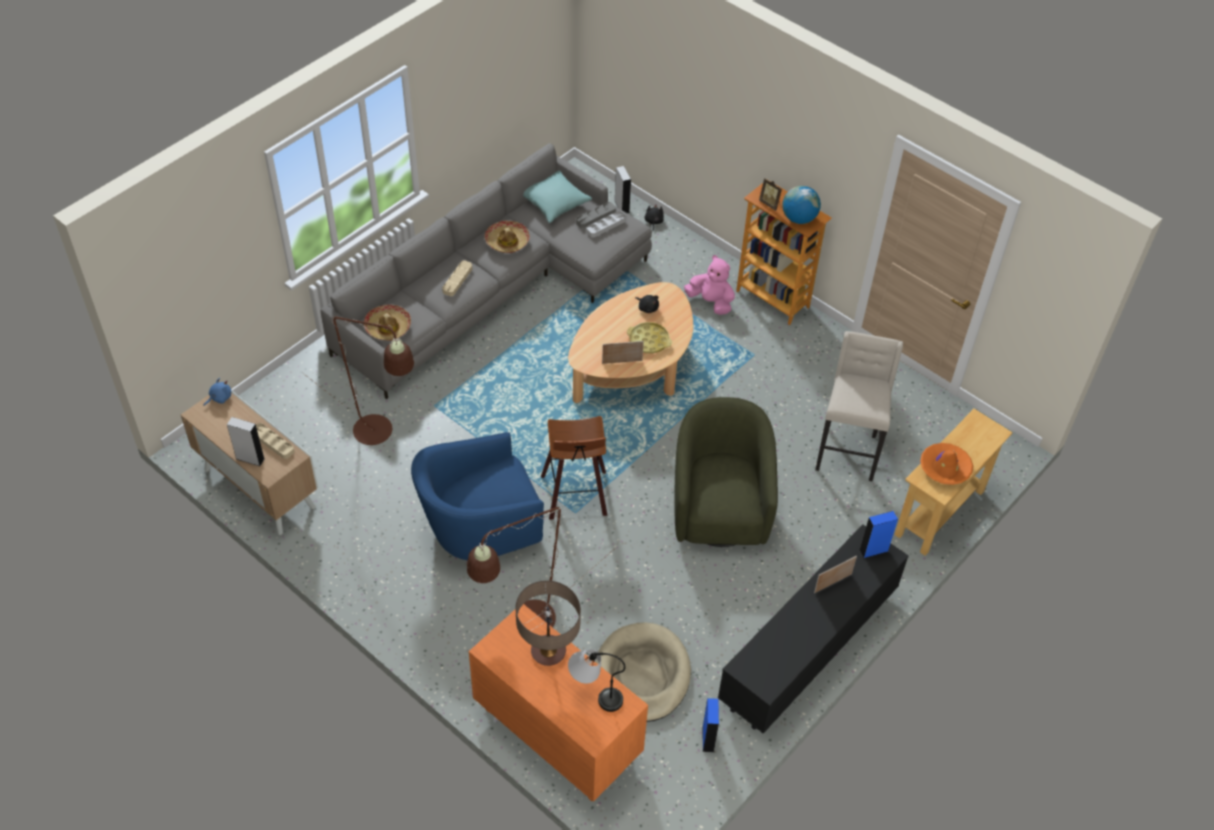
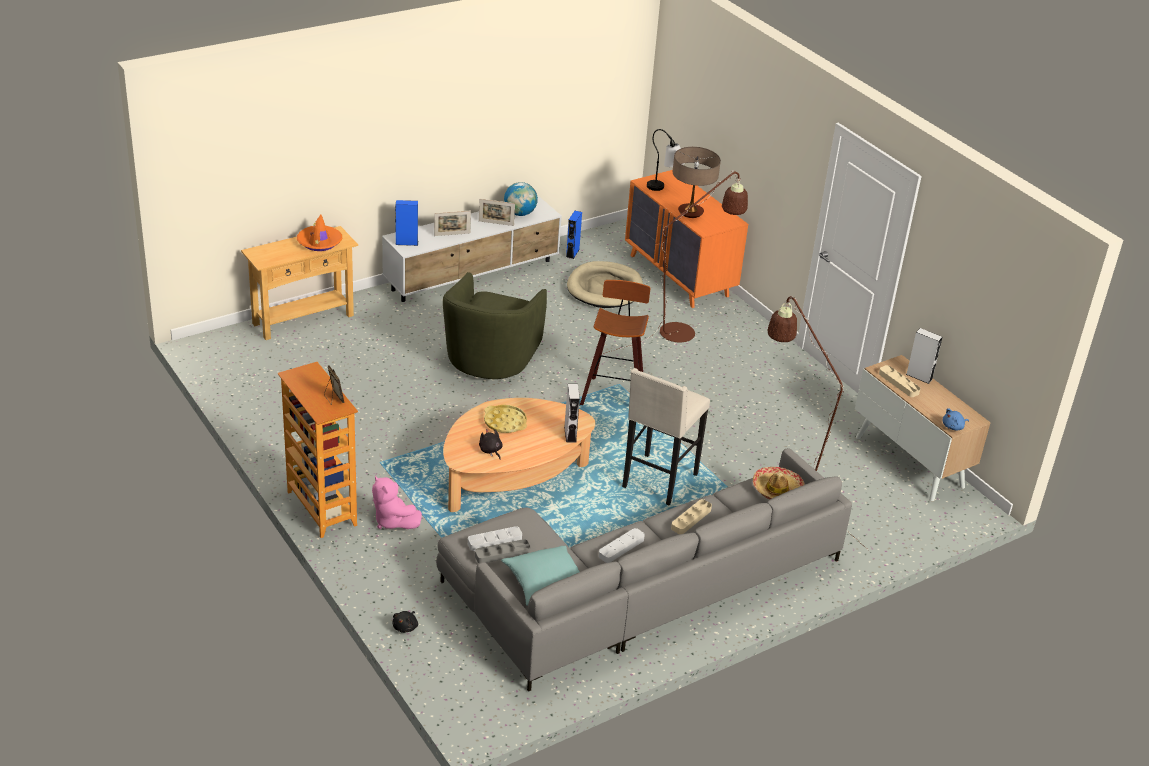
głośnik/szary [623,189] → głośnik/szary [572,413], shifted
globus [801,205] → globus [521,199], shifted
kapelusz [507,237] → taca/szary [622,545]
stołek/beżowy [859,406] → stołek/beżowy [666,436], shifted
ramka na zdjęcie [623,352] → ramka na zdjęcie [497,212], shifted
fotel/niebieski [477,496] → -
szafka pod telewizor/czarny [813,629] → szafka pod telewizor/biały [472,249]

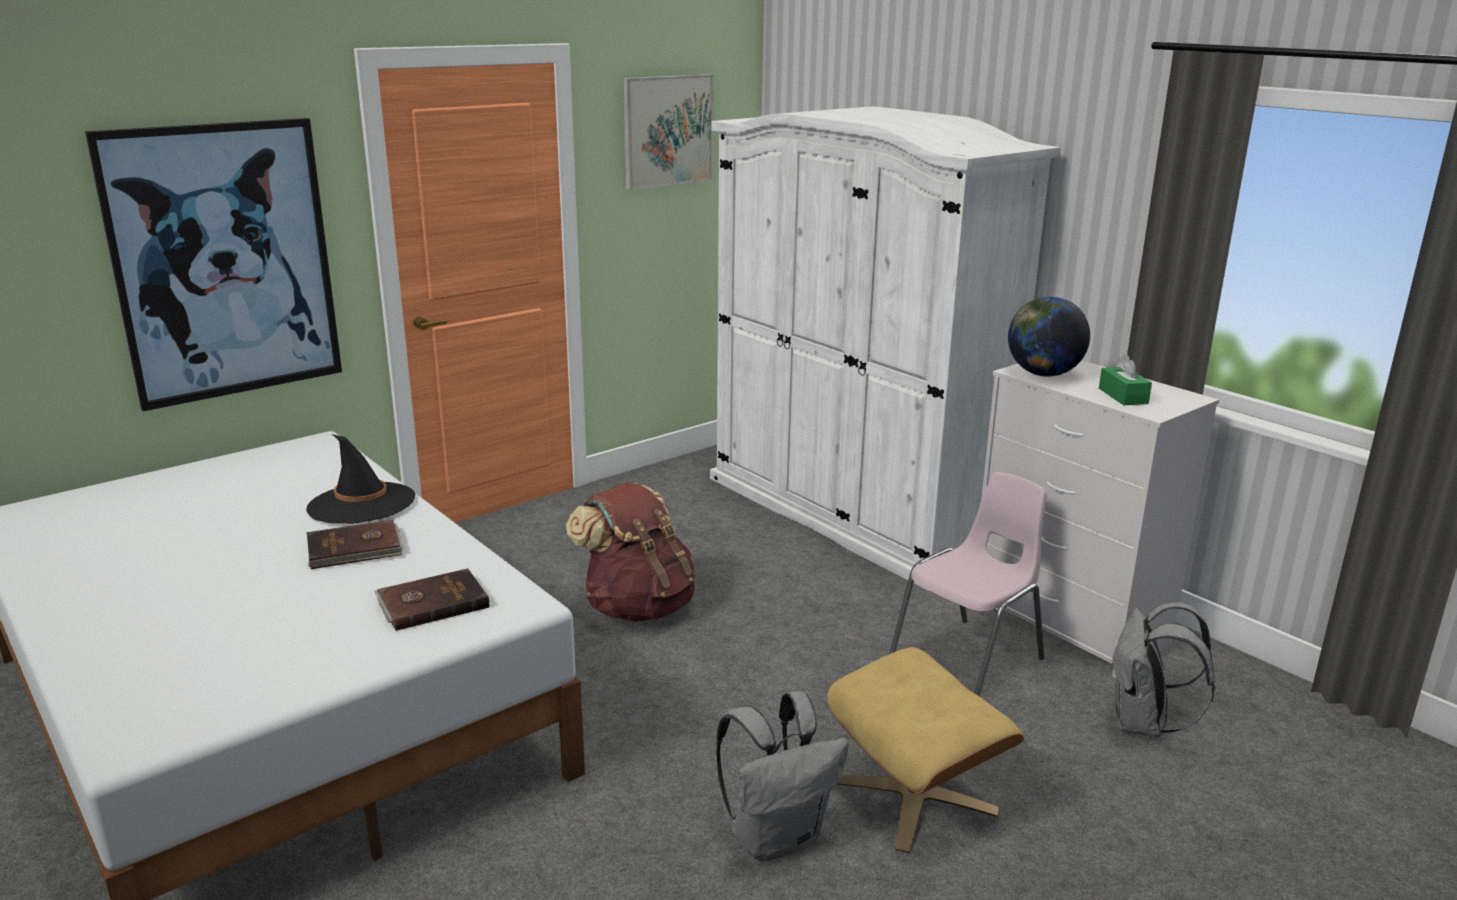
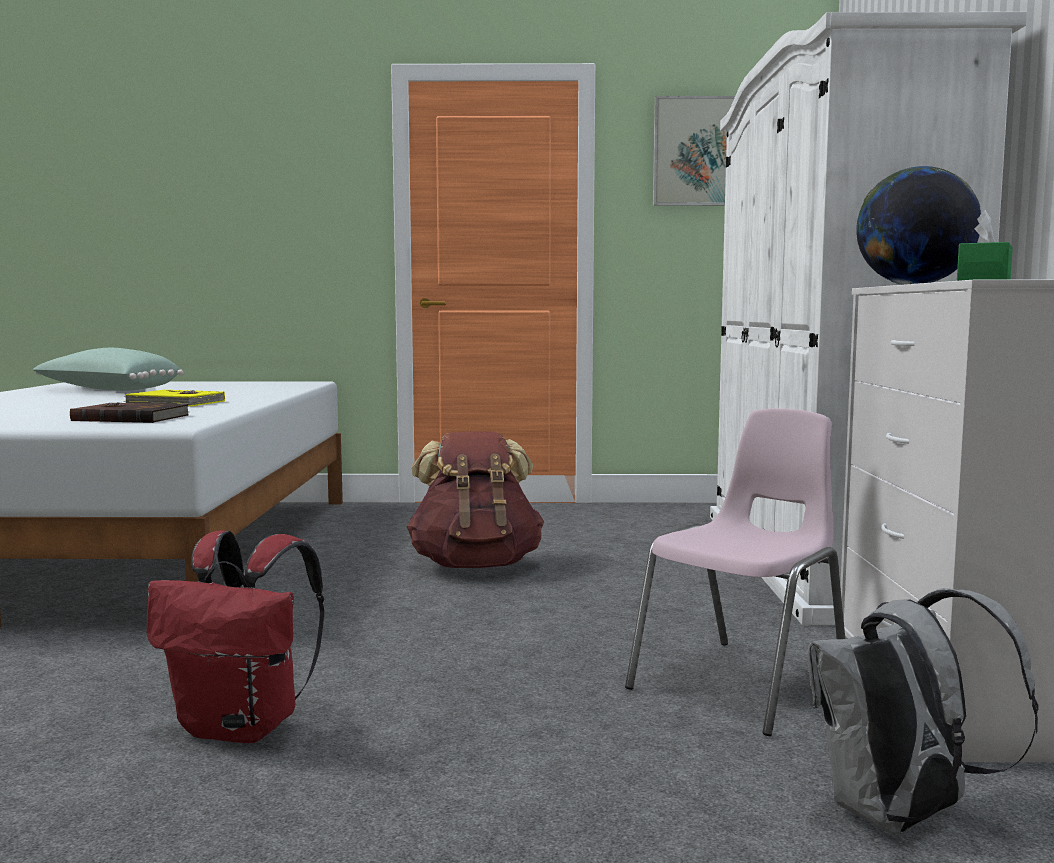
obraz [213,264] → -
kapelusz/czarny [360,479] → -
krzesło/różowy [968,584] → krzesło/różowy [735,572], 45 degrees counterclockwise
książka/brązowy [355,544] → książka/żółty [174,398]
pufa/beżowy [925,750] → -
plecak/szary [782,776] → plecak/czerwony [235,636]
- → poduszka/zielony [108,369]

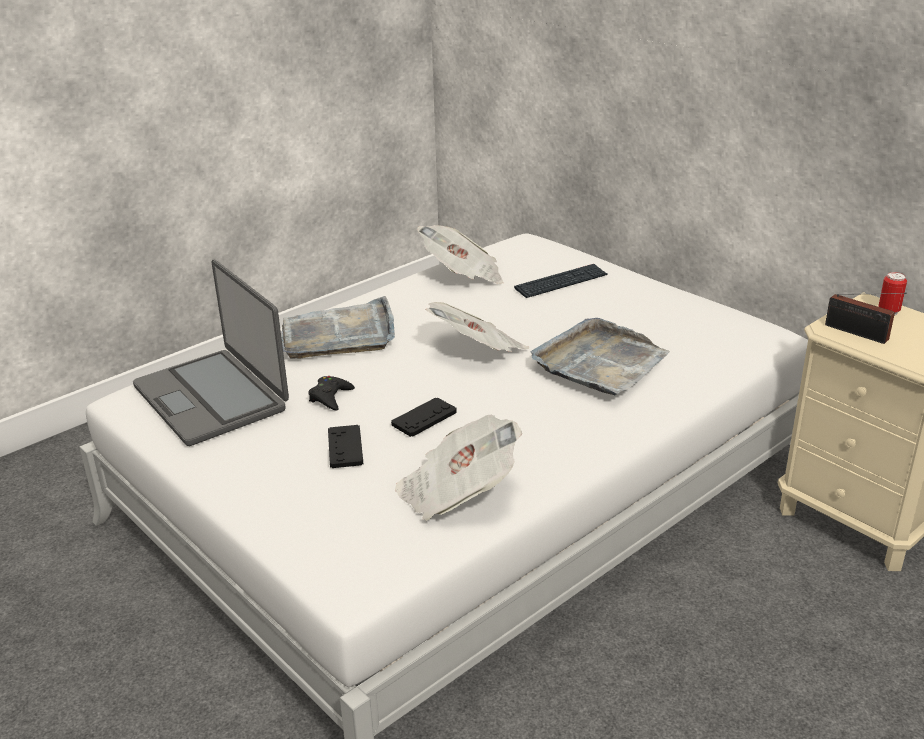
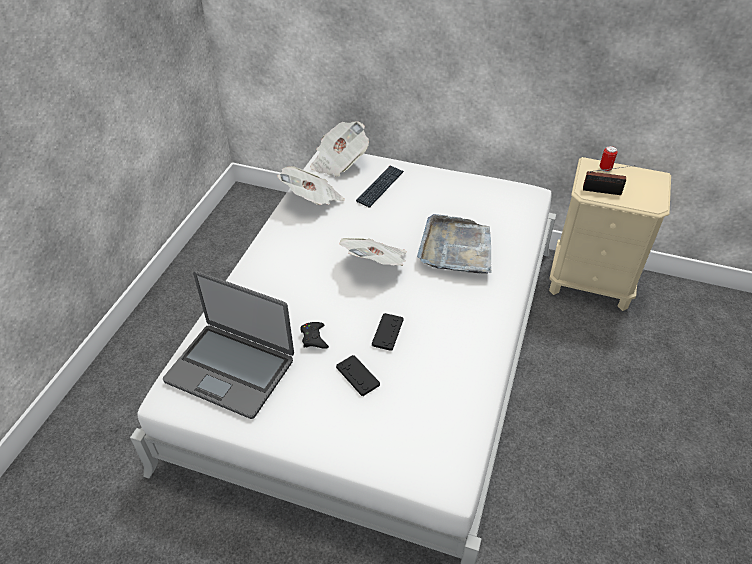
taca/szary [338,327] → -
gazeta [458,467] → gazeta [339,149], shifted

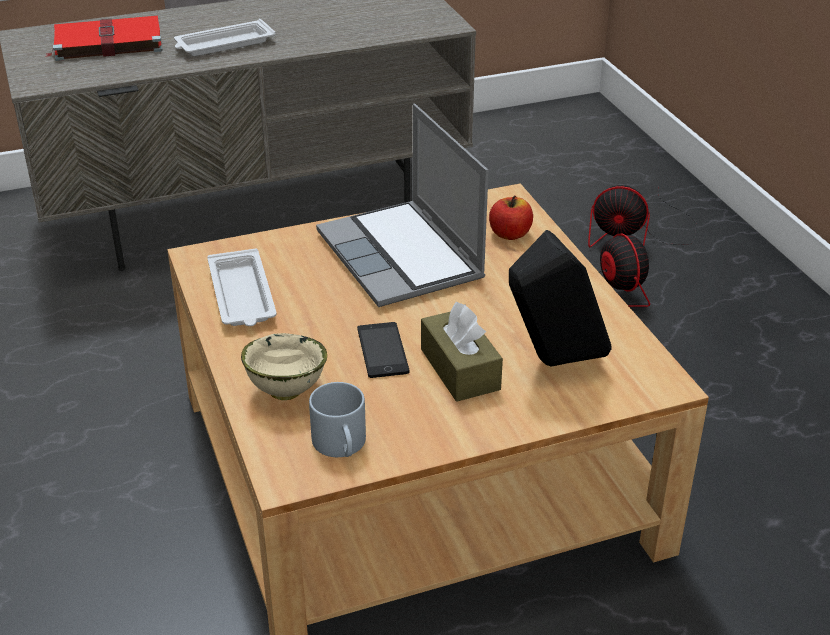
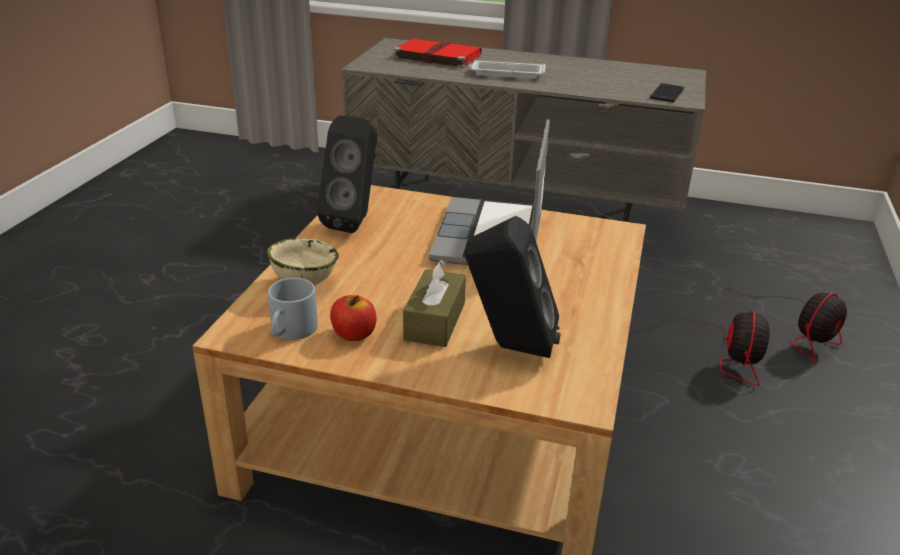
wentylator [642,216] → wentylator [787,325], 90 degrees counterclockwise
jabłko [511,217] → jabłko [353,318], shifted
taca/biały [241,287] → głośnik/czarny [347,174]
telefon [383,350] → telefon [667,92], shifted

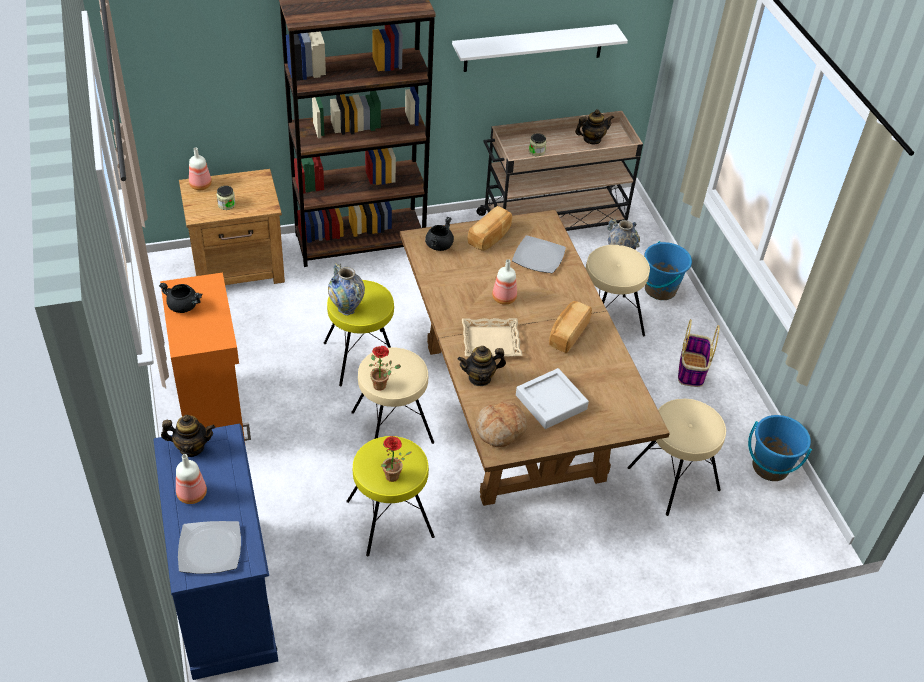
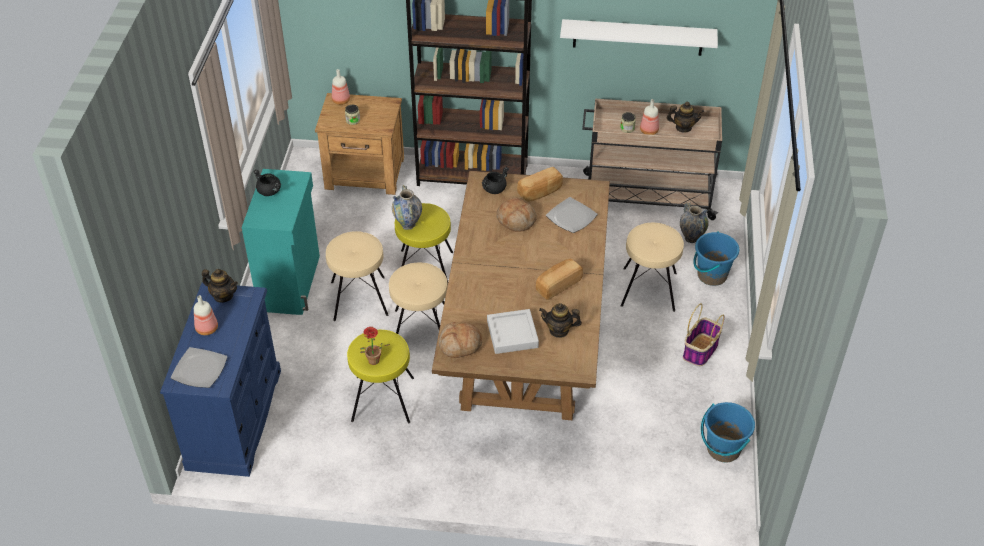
butelka [504,282] → butelka [649,117], shifted
szafka/pomarańczowy [205,356] → szafka/turkusowy [281,242]
taca/beżowy [492,337] → -
roślina doniczkowa [385,368] → -
imbryk [482,366] → imbryk [560,320], shifted
stołek/beżowy [677,457] → stołek/beżowy [357,276], shifted
- → chleb [516,214]

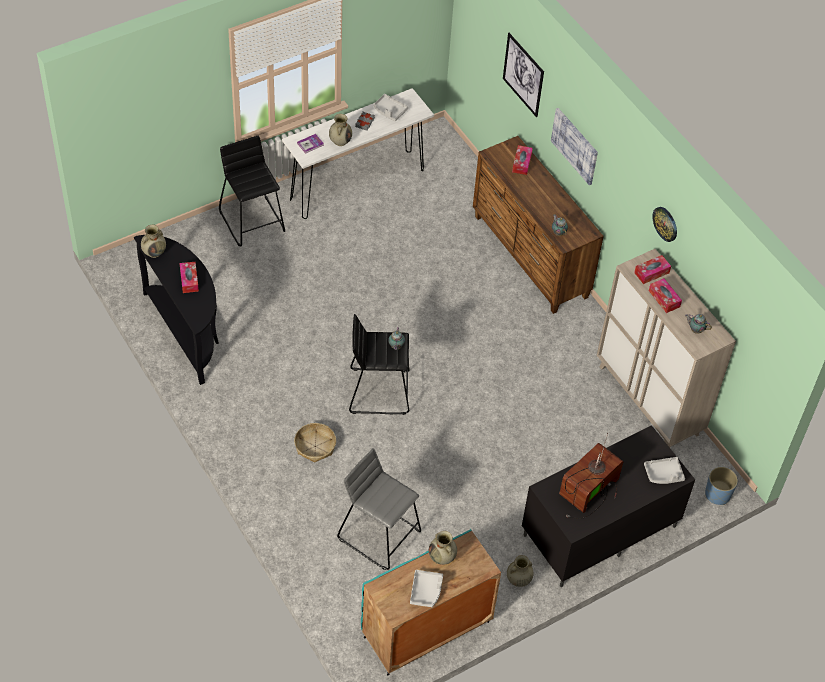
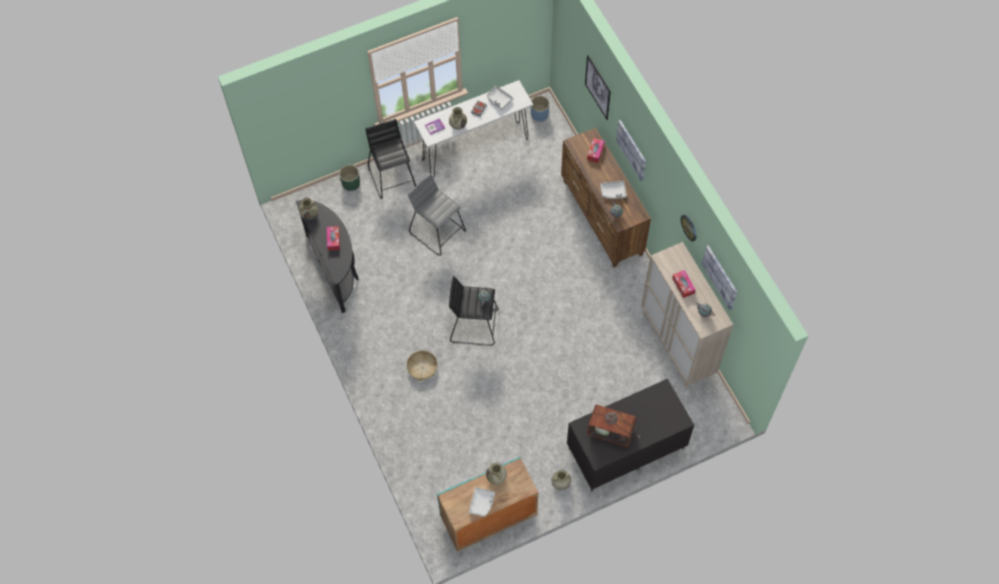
pudełko chusteczek [652,269] → -
telewizor [591,476] → telewizor [613,426], 120 degrees counterclockwise
stołek/szary [379,509] → stołek/szary [437,215], shifted
taca/szary [664,470] → taca/szary [613,190], shifted
donica/niebieski [721,486] → donica/niebieski [540,109], shifted
- → donica/zielony [349,178]
- → obraz [719,277]

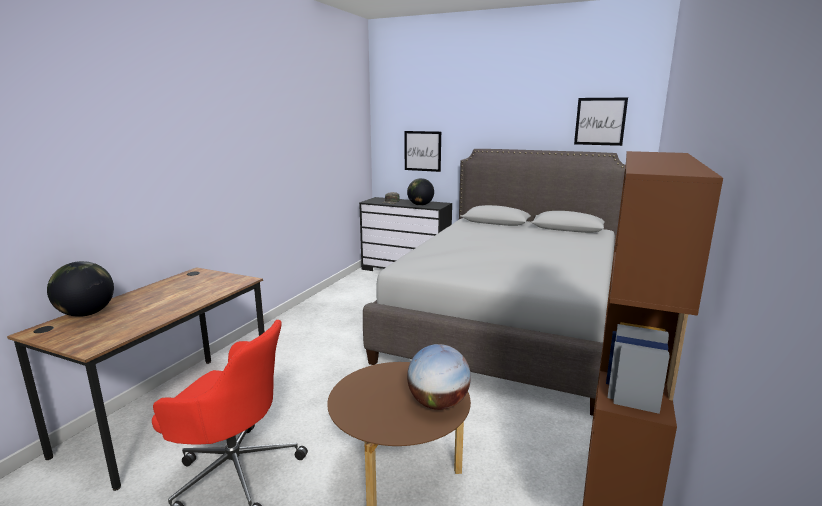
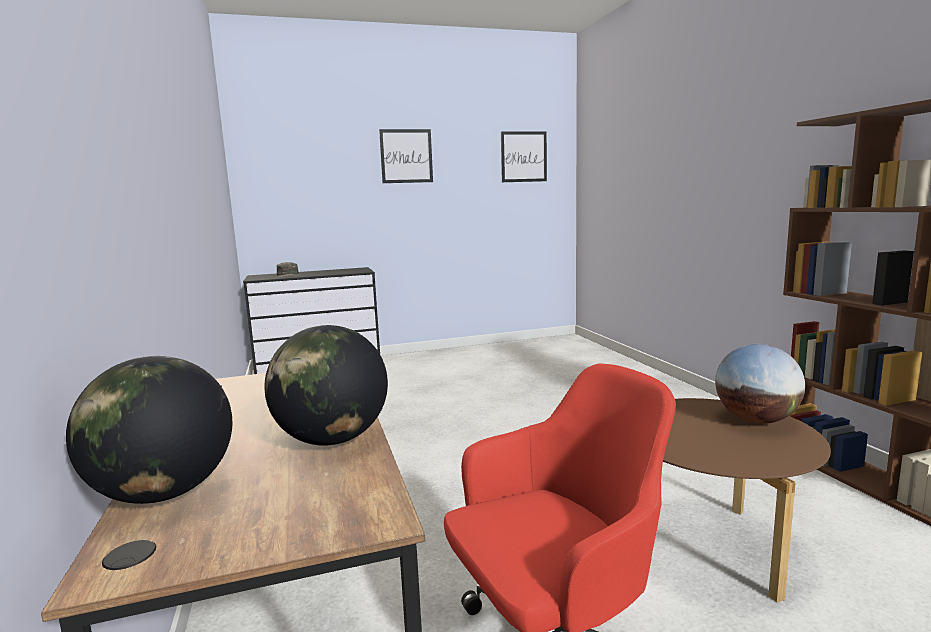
obraz [423,151] → obraz [406,156], shifted
łóżko/szary [494,282] → -
globus [420,192] → globus [326,385], shifted

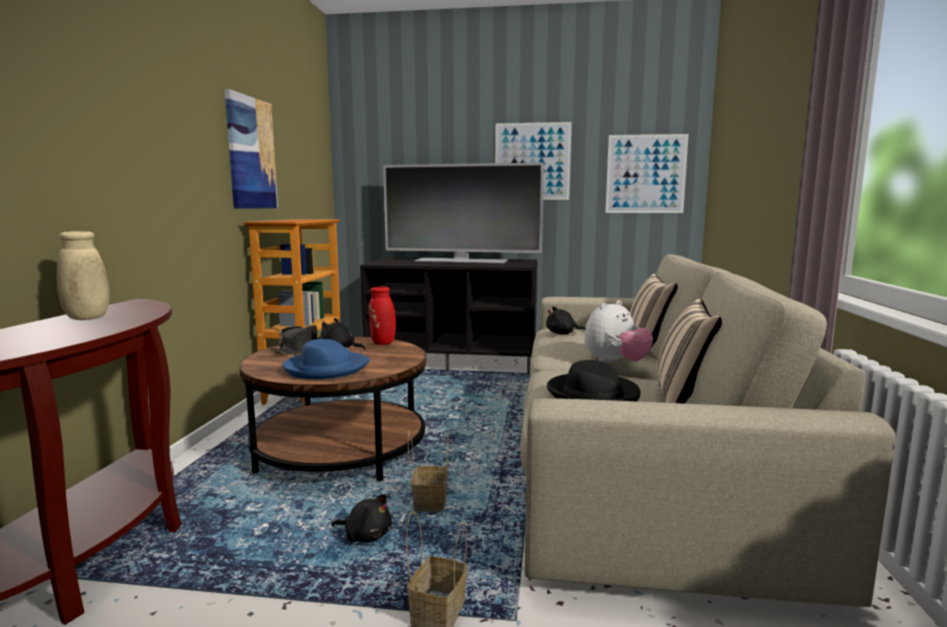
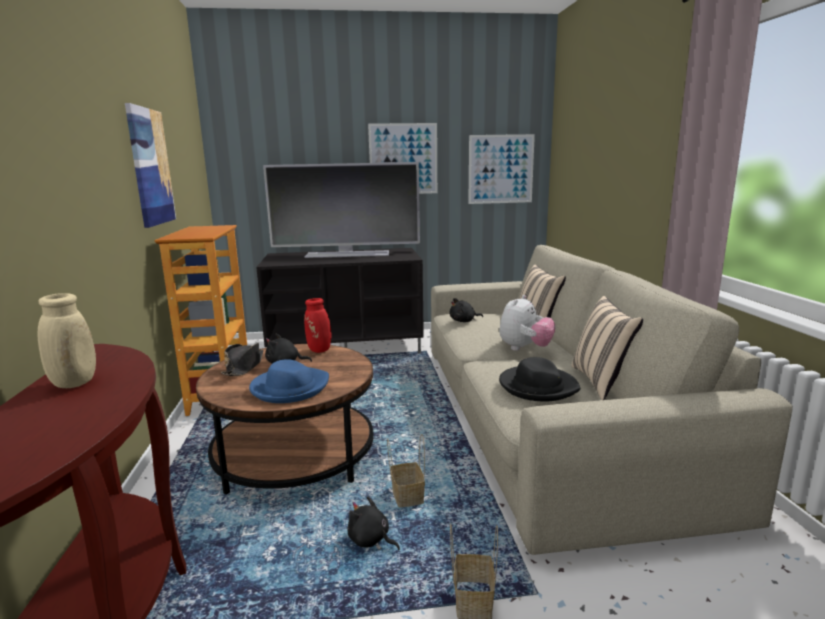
pluszak/czarny [362,518] → pluszak/czarny [374,523], 150 degrees counterclockwise

